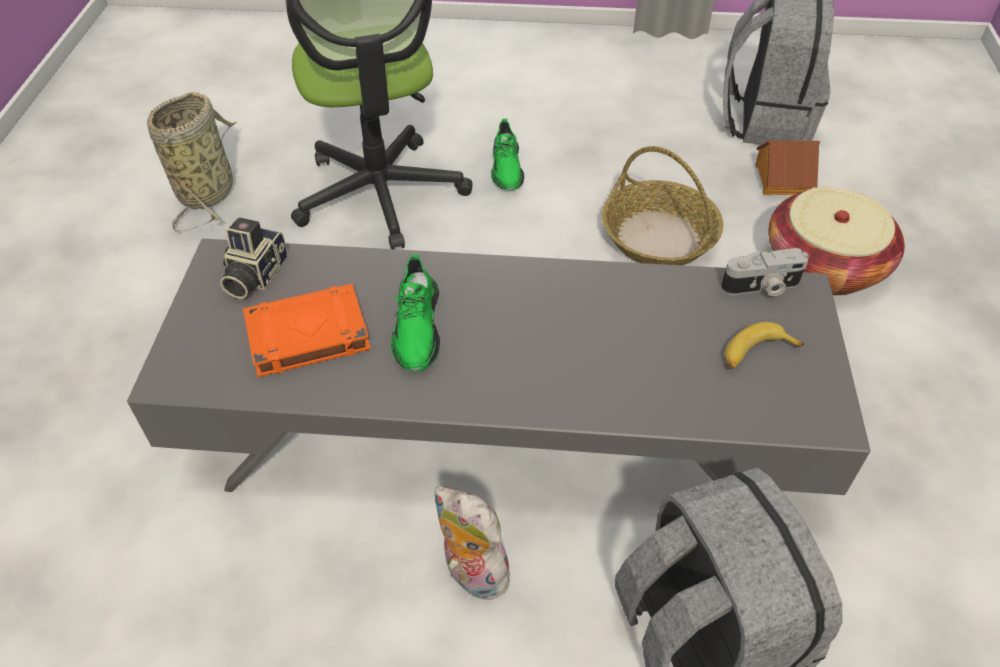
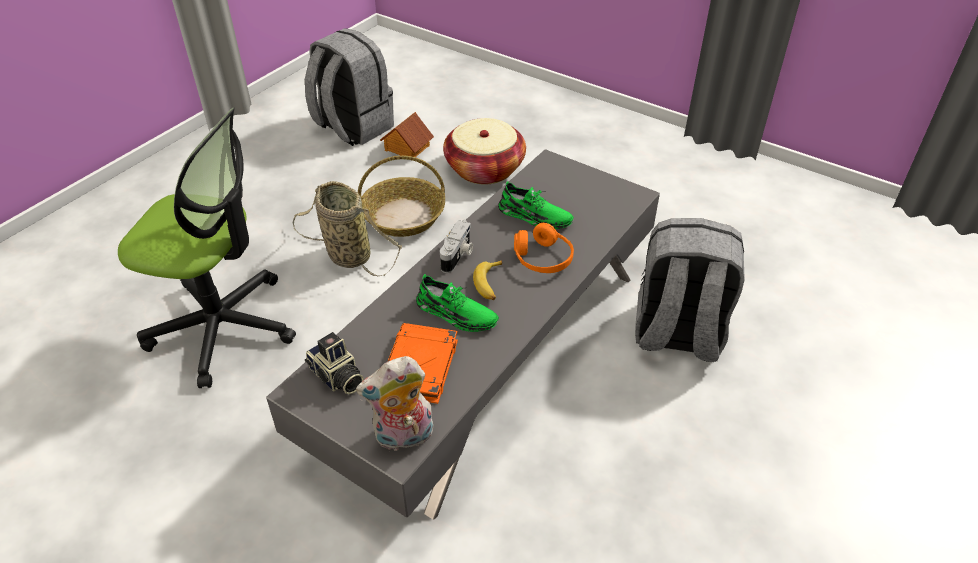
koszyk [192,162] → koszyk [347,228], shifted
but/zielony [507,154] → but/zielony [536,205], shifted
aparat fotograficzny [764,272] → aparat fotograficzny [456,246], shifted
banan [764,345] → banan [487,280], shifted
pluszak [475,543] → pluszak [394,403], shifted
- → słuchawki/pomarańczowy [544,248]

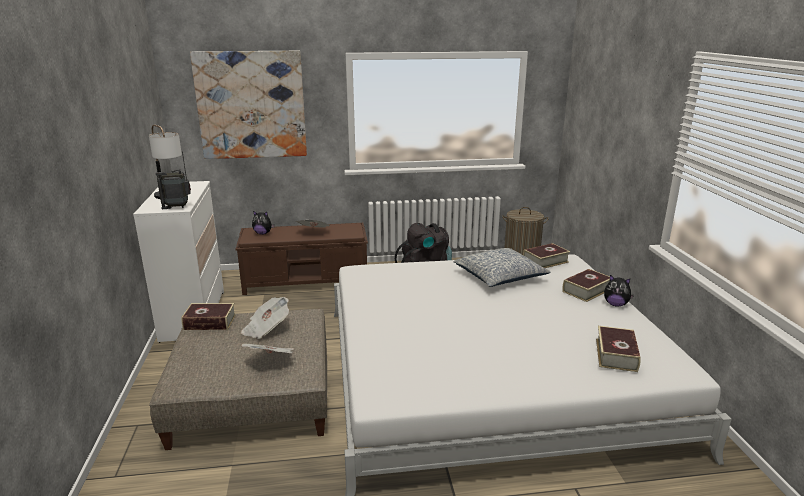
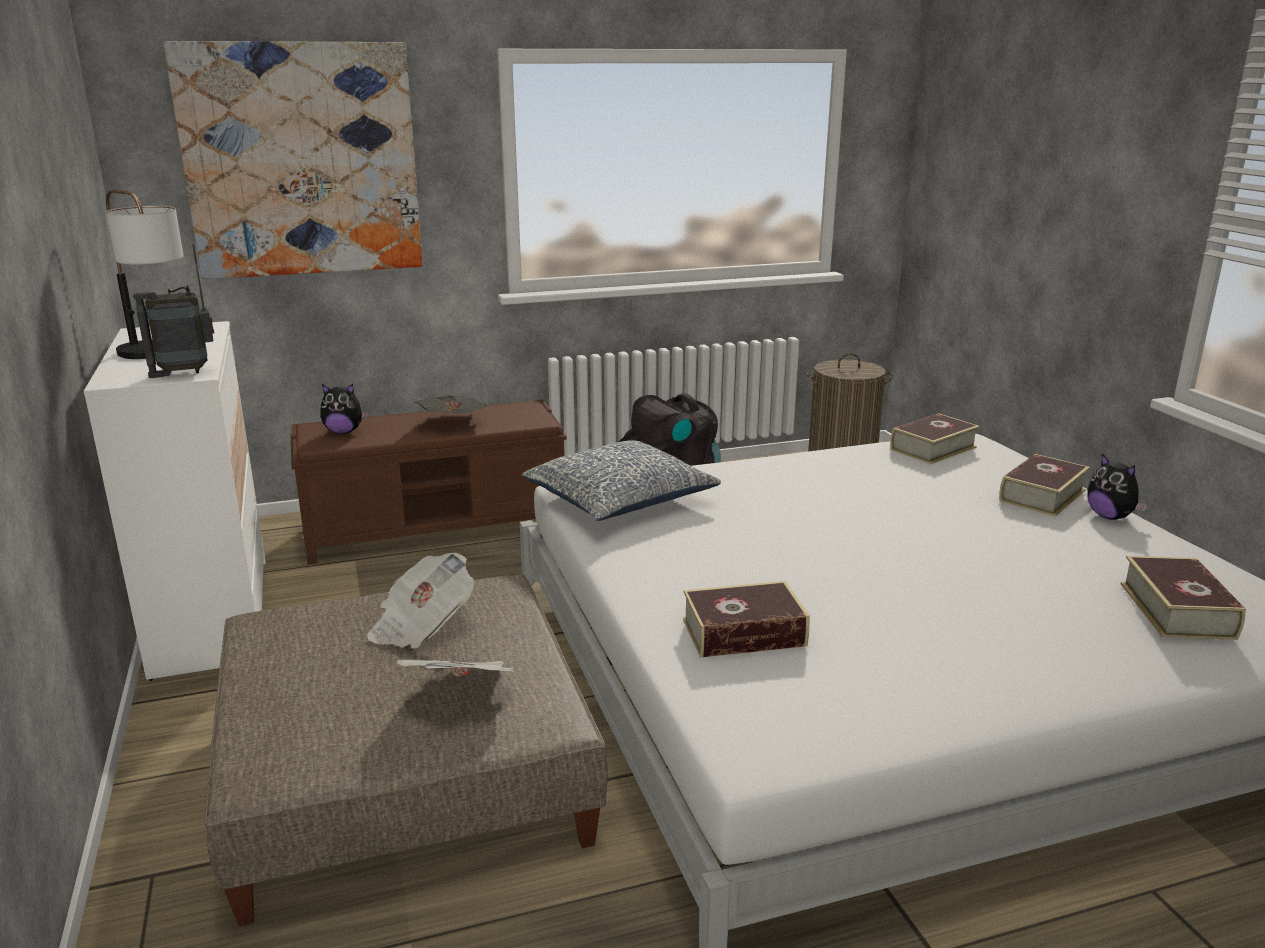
poduszka [502,267] → poduszka [621,480], shifted
pluszak [619,291] → pluszak [1117,486], 45 degrees clockwise
książka [208,316] → książka [746,619], shifted

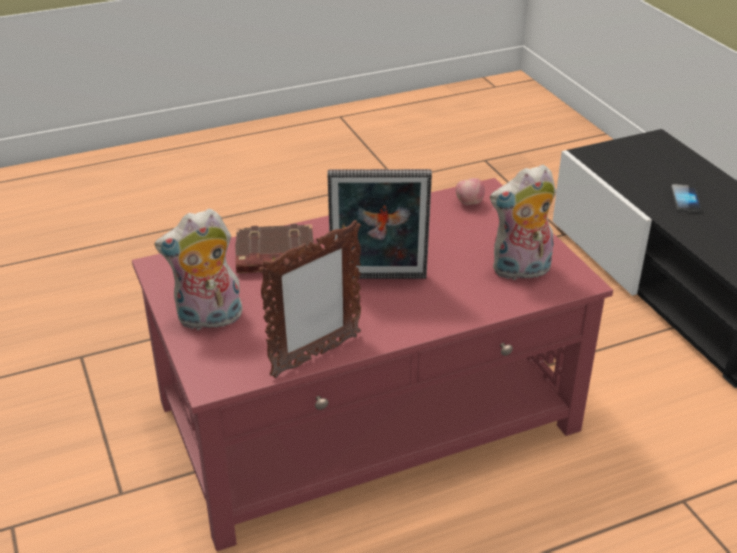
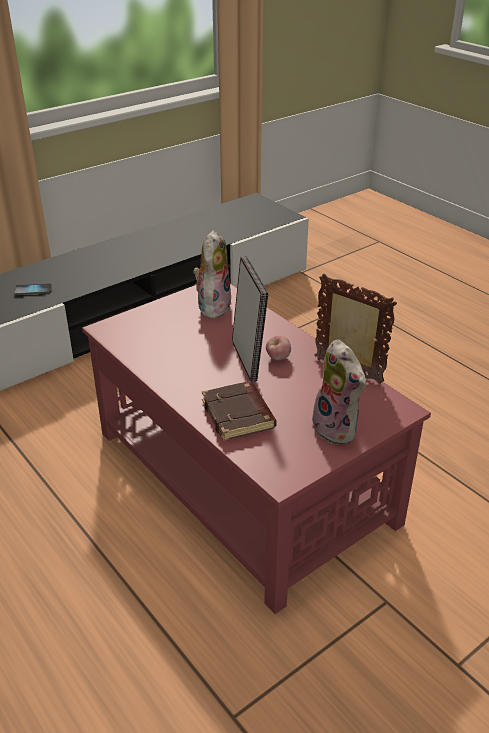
pluszak [523,223] → pluszak [212,274], 135 degrees counterclockwise
jabłko [470,191] → jabłko [278,348], shifted

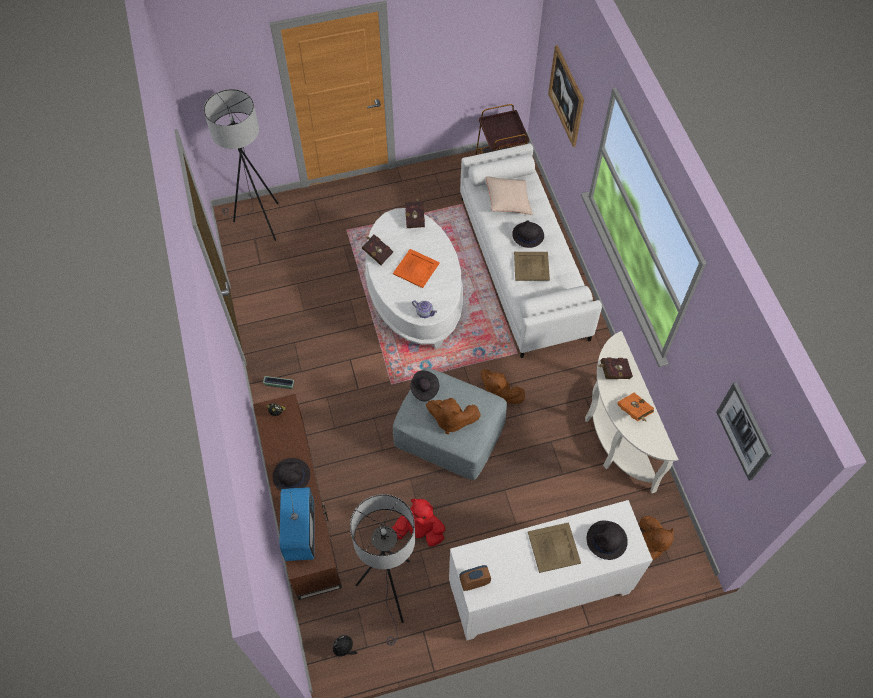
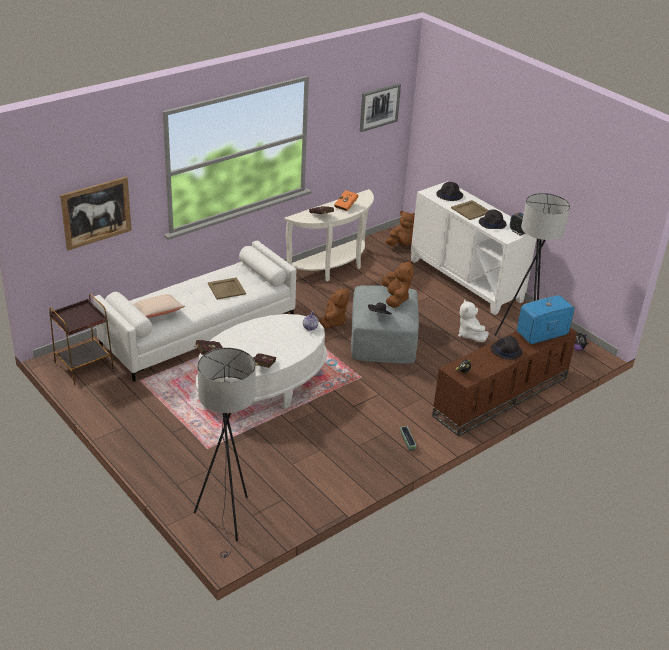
kapelusz/czarny [528,234] → kapelusz/czarny [493,219], shifted
taca/pomarańczowy [416,268] → -
pluszak/czerwony [418,522] → pluszak/biały [473,320]

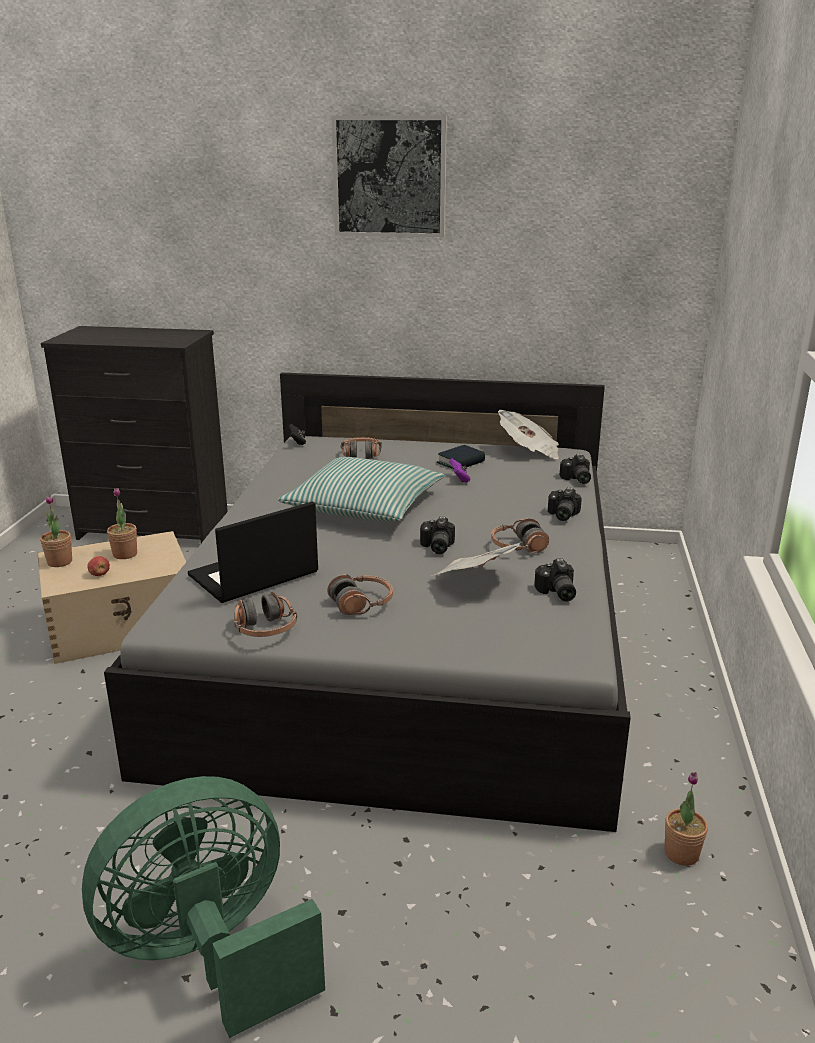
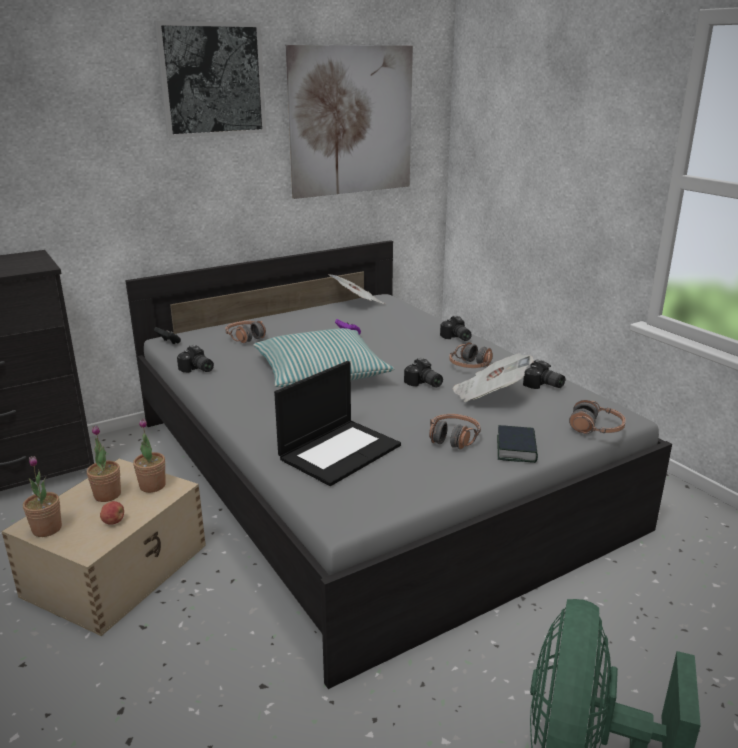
książka [461,457] → książka [517,444], shifted
aparat fotograficzny [575,469] → aparat fotograficzny [195,359], shifted
laptop [253,552] → laptop [337,423], 150 degrees counterclockwise
słuchawki [265,614] → słuchawki [597,417], shifted
roślina doniczkowa [686,819] → roślina doniczkowa [149,455], shifted
- → obraz [349,122]

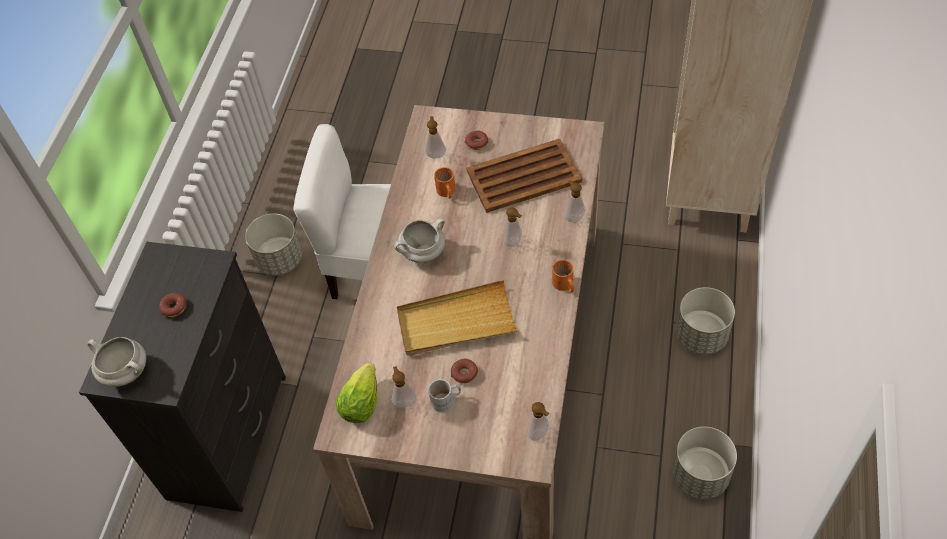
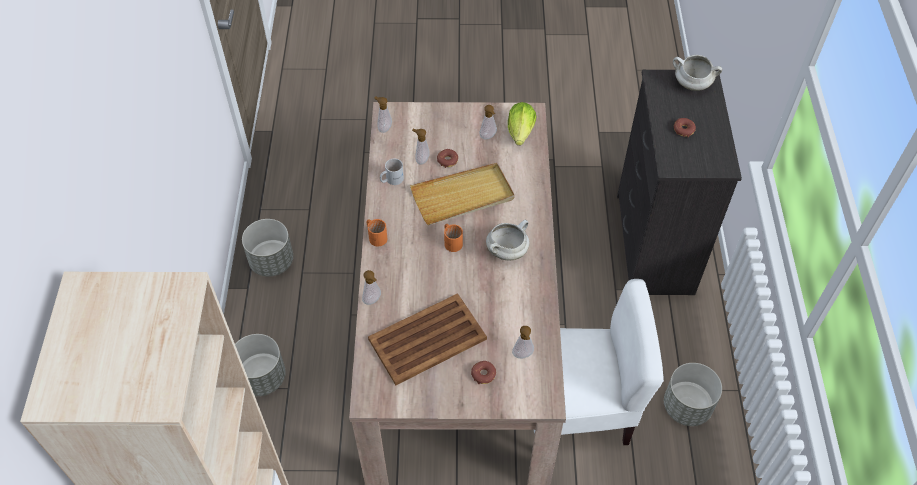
kubek/pomarańczowy [445,183] → kubek/pomarańczowy [453,238], shifted
dozownik mydła [513,227] → dozownik mydła [421,147], shifted
kubek/biały [444,395] → kubek/biały [392,172], shifted

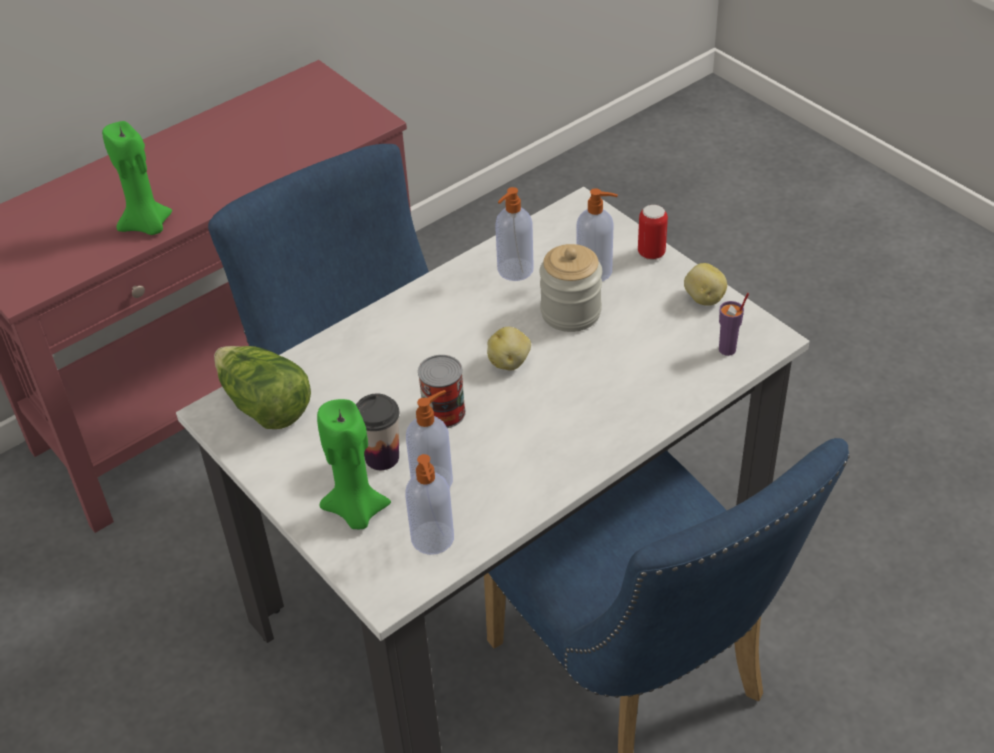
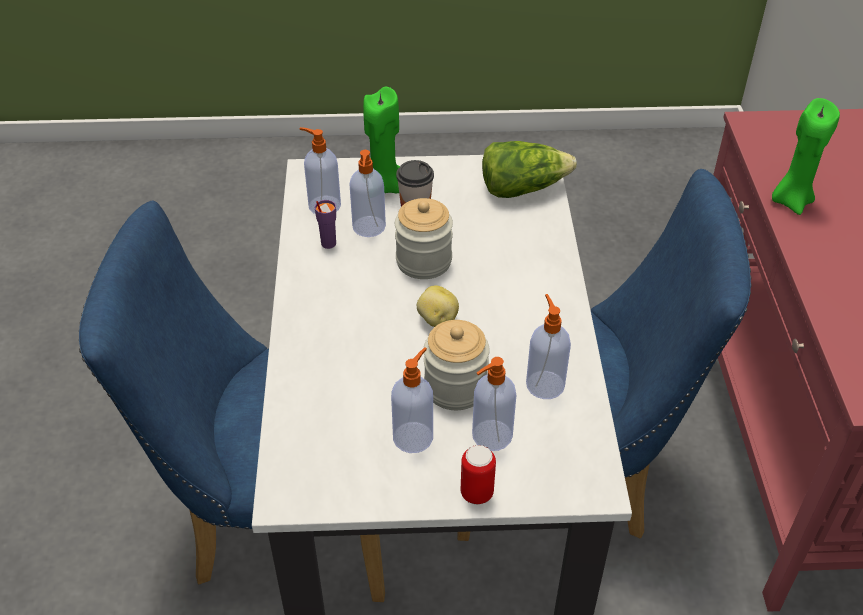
ziemniak [705,284] → -
filiżanka/fioletowy [734,324] → filiżanka/fioletowy [325,224], shifted
puszka [442,391] → słoik [424,238]
- → dozownik mydła [412,400]

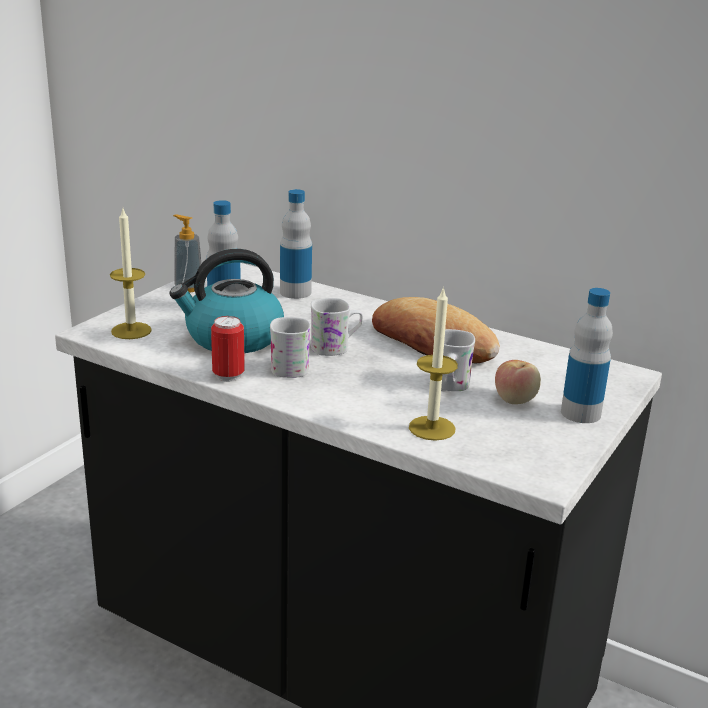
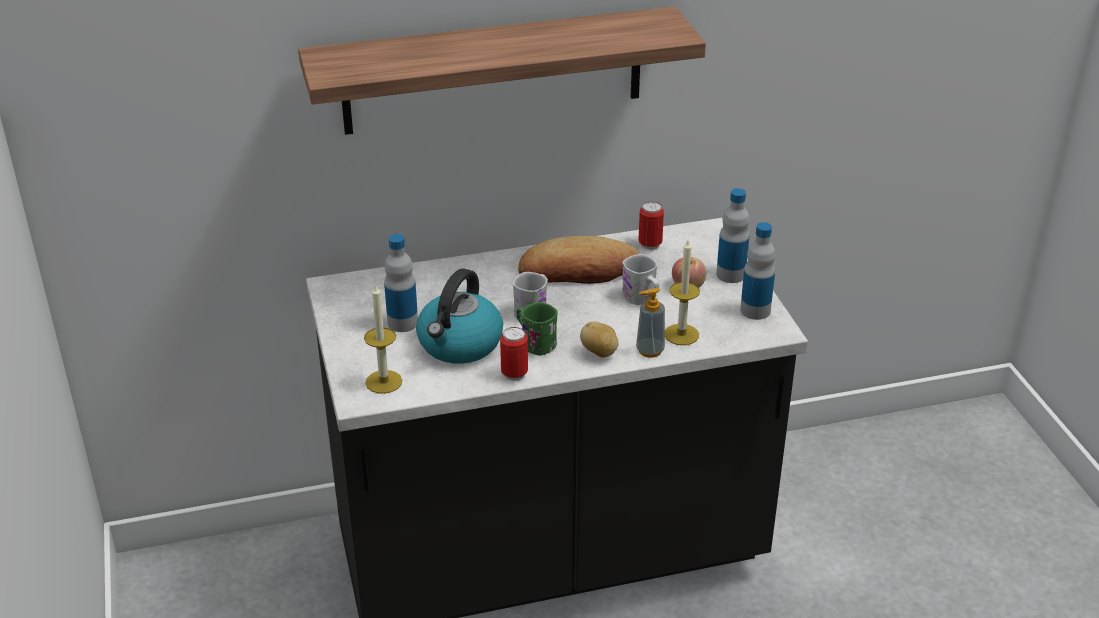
butelka [296,244] → butelka [758,271], shifted
dozownik mydła [187,253] → dozownik mydła [650,323], shifted
kubek/biały [290,347] → kubek/zielony [537,329]
- → półka [502,70]
- → puszka [651,226]
- → ziemniak [599,339]

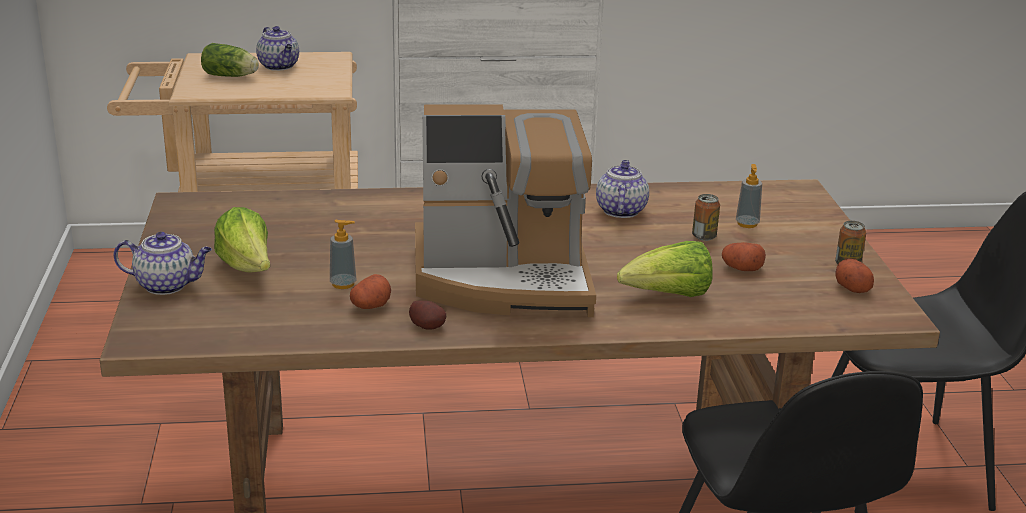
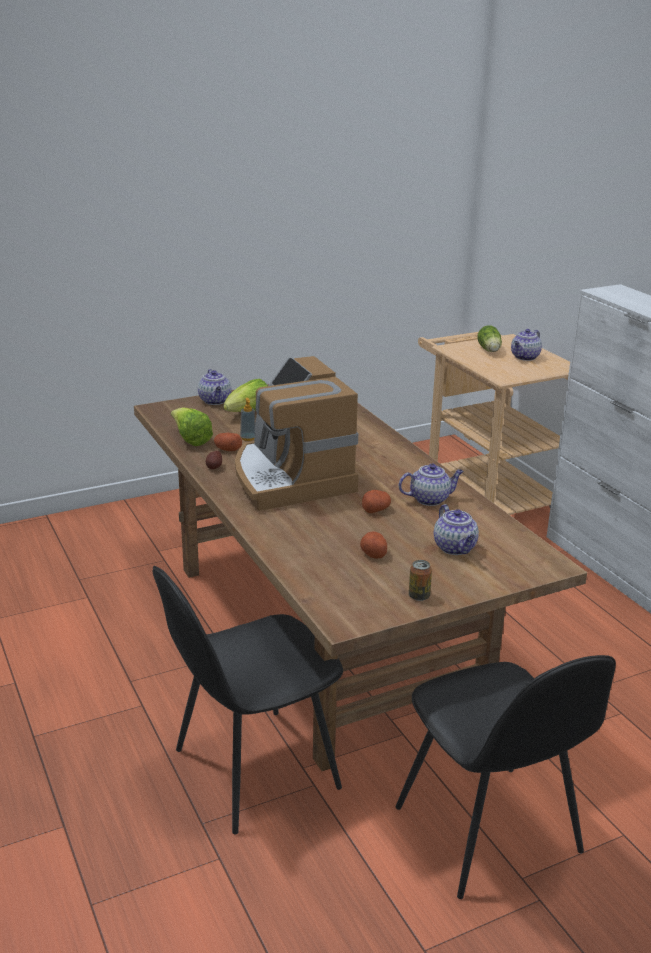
dozownik mydła [749,196] → imbryk [456,529]
puszka [706,217] → -
sałata [665,269] → sałata [192,426], shifted
ziemniak [854,276] → ziemniak [376,501], shifted

